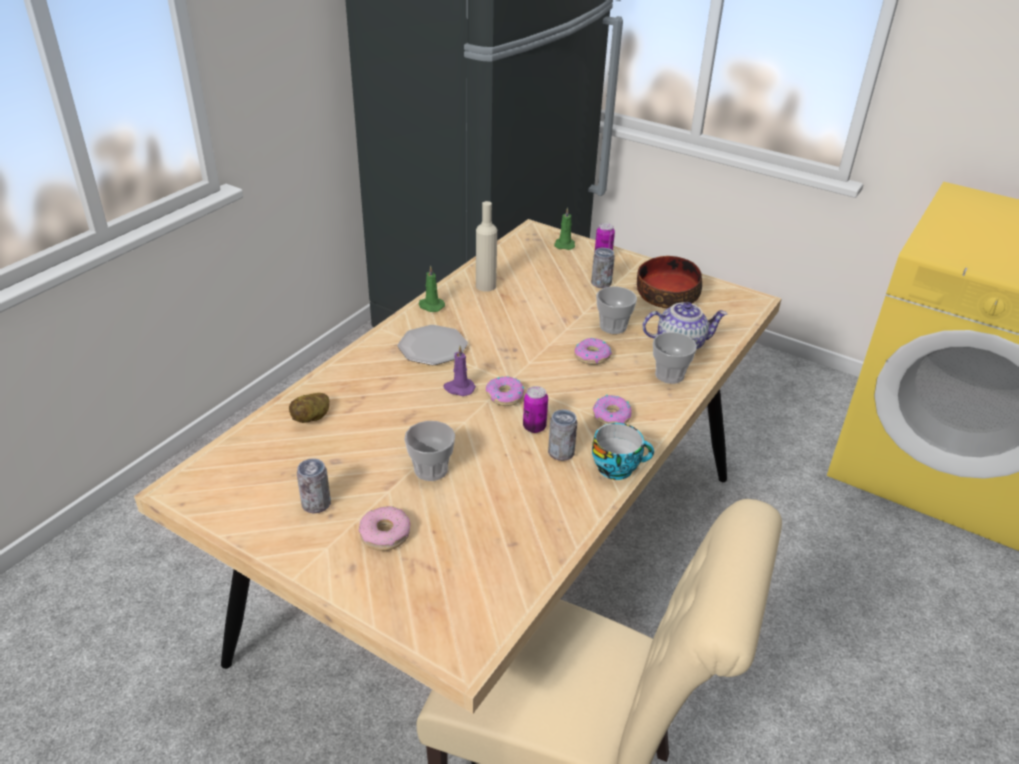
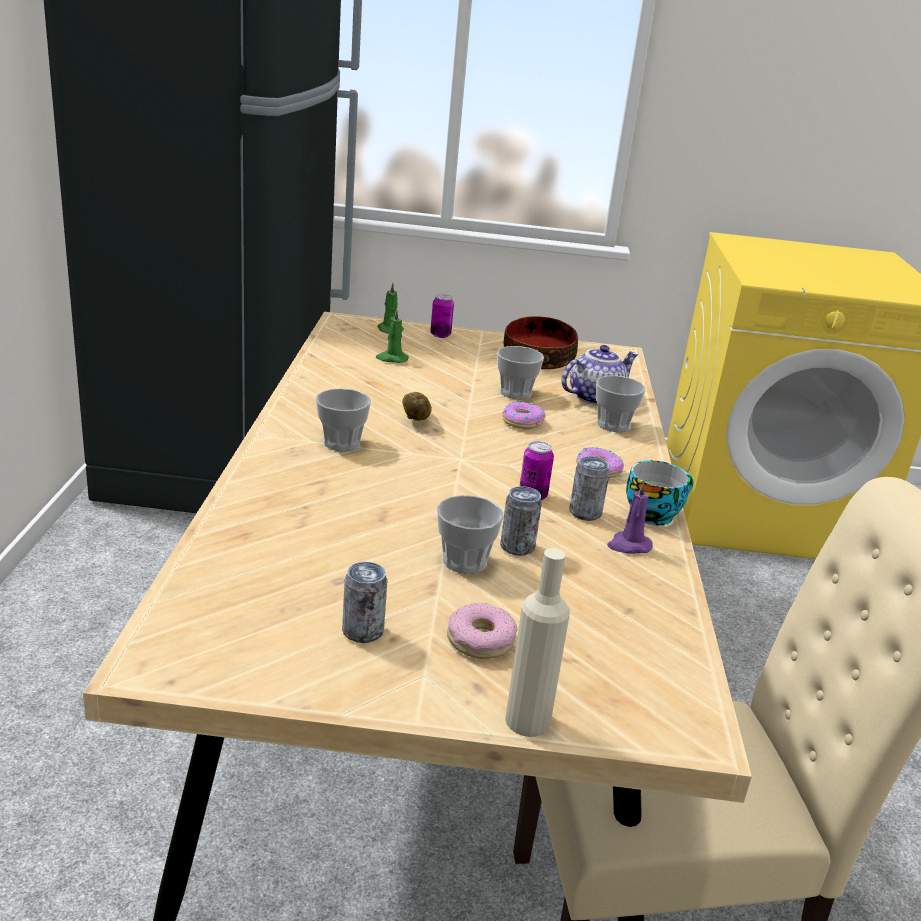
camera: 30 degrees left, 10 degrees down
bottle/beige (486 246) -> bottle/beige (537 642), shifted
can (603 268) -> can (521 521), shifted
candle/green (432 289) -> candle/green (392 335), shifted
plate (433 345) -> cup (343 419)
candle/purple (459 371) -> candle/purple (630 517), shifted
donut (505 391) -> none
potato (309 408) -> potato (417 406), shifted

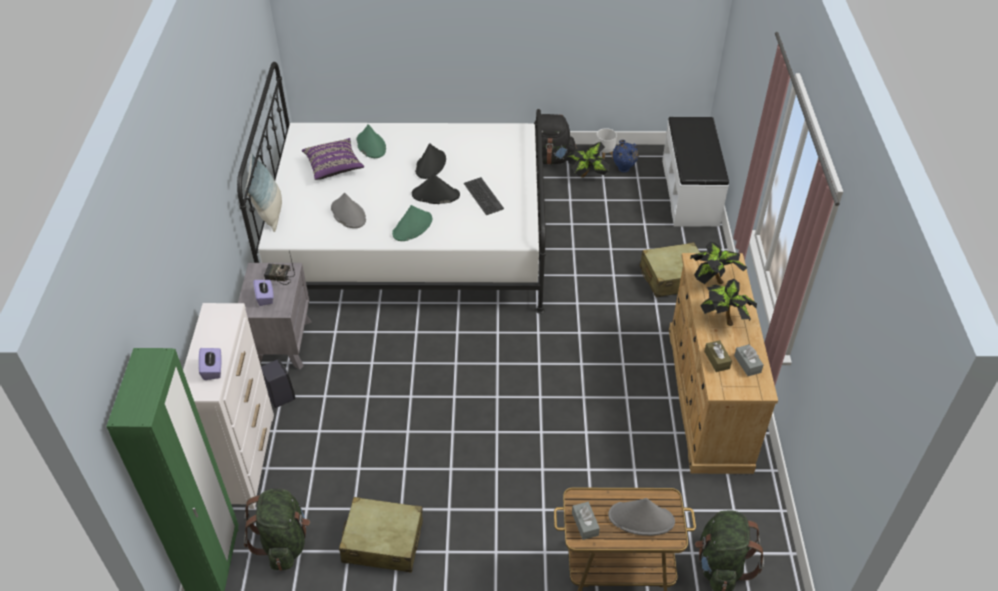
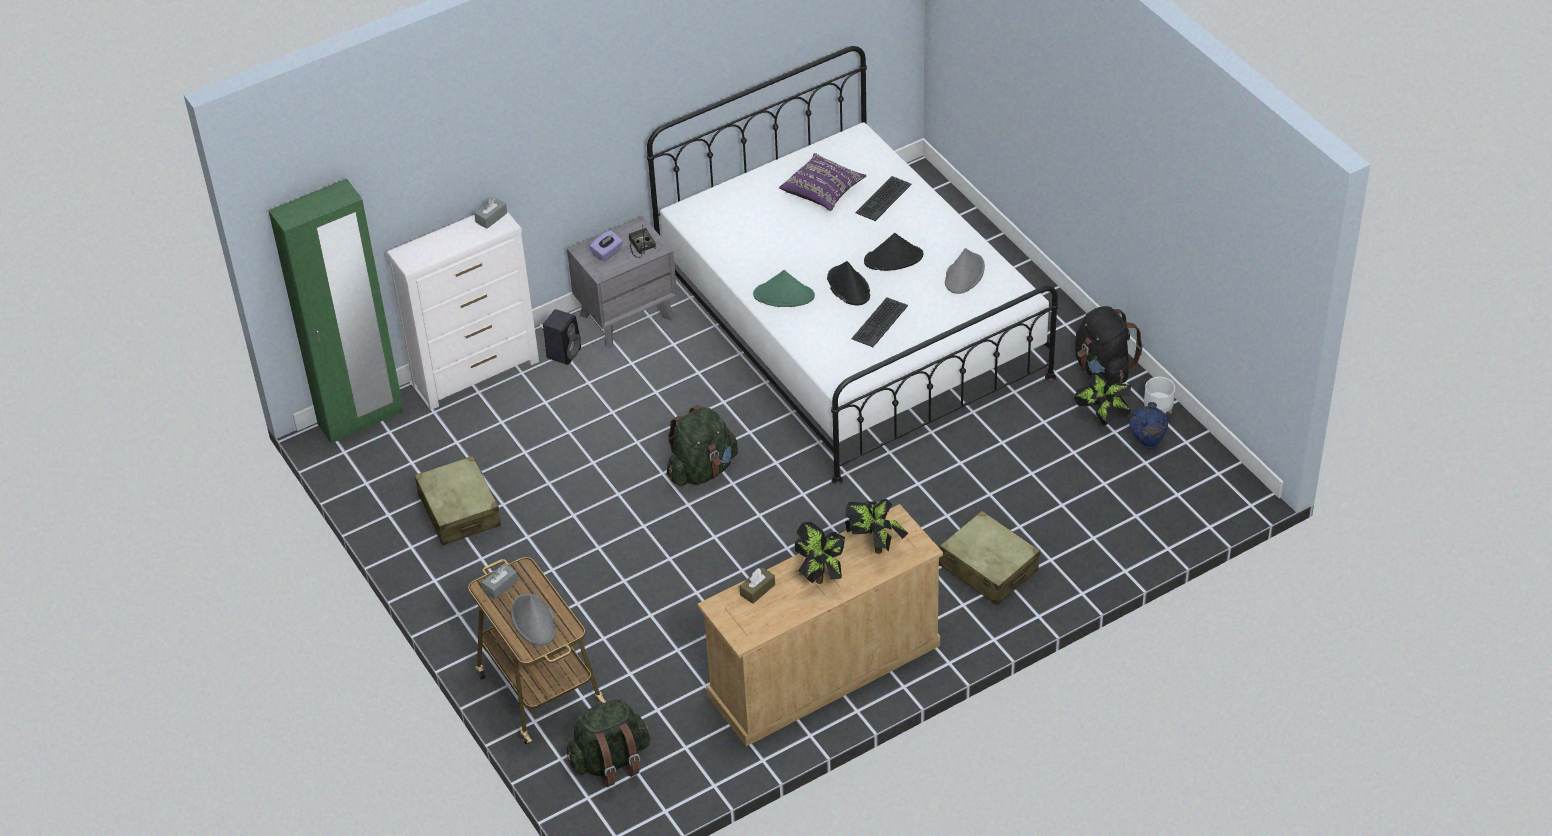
camera: 60 degrees right, 0 degrees up
bench/white (695 172) -> none
hat/green (371 141) -> keyboard (884 198)
pillow (263 193) -> none
hat/grey (348 210) -> hat/grey (965 271), shifted
tissue box/grey (749 360) -> tissue box/grey (490 213), shifted
tissue box/purple (209 364) -> none
backpack/green (277 530) -> backpack/green (702 445), shifted

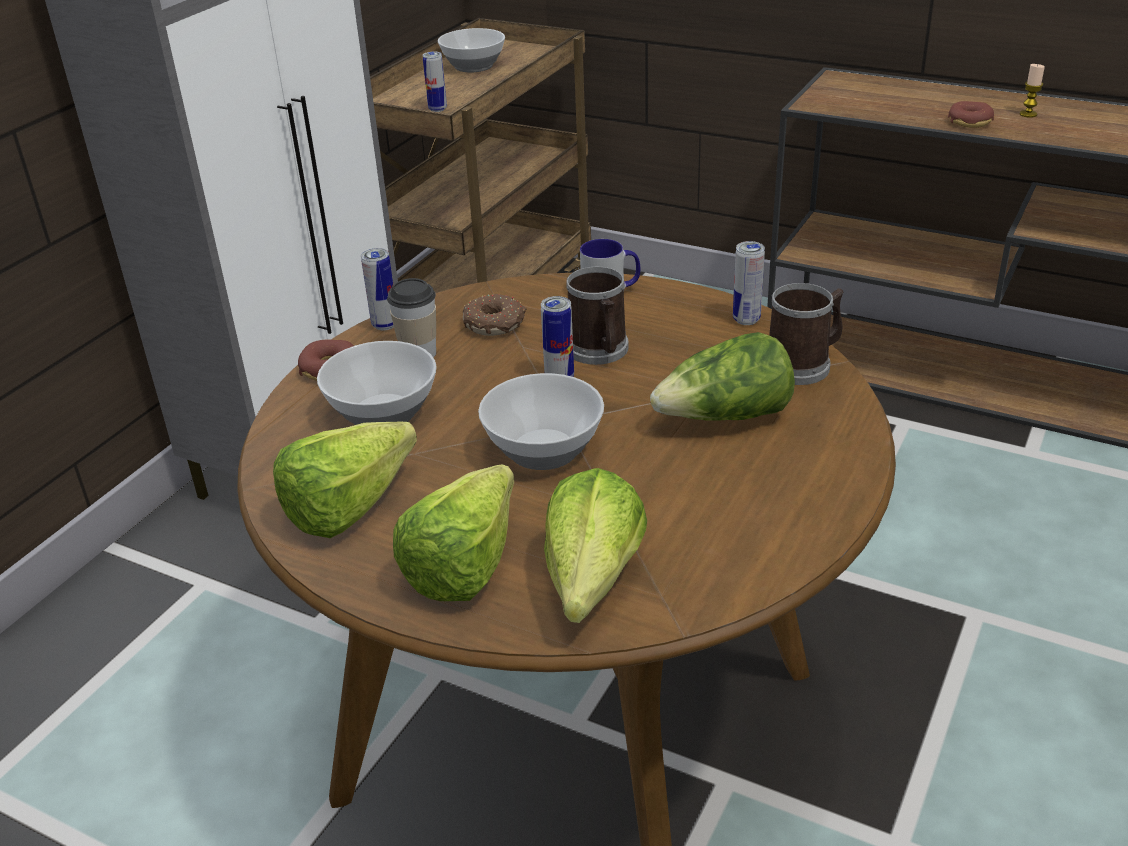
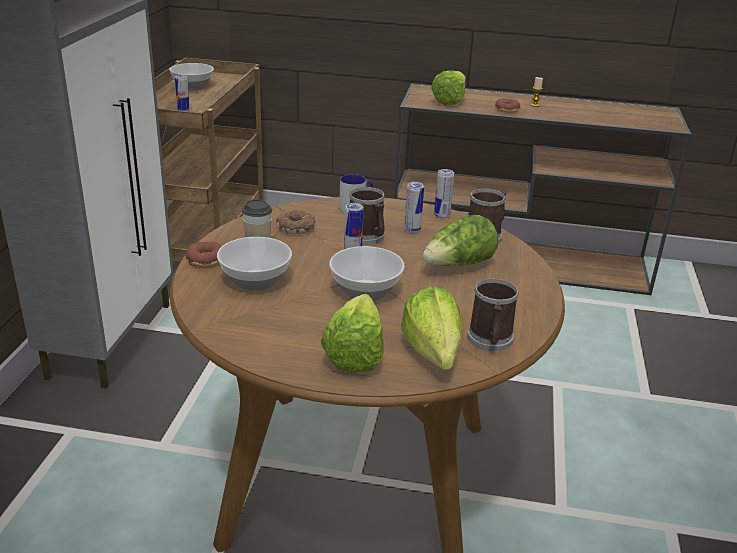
camera: 20 degrees left, 5 degrees down
can (377 289) -> can (414 207), shifted
lettuce (345 479) -> lettuce (448 88), shifted
none -> mug (493 315)

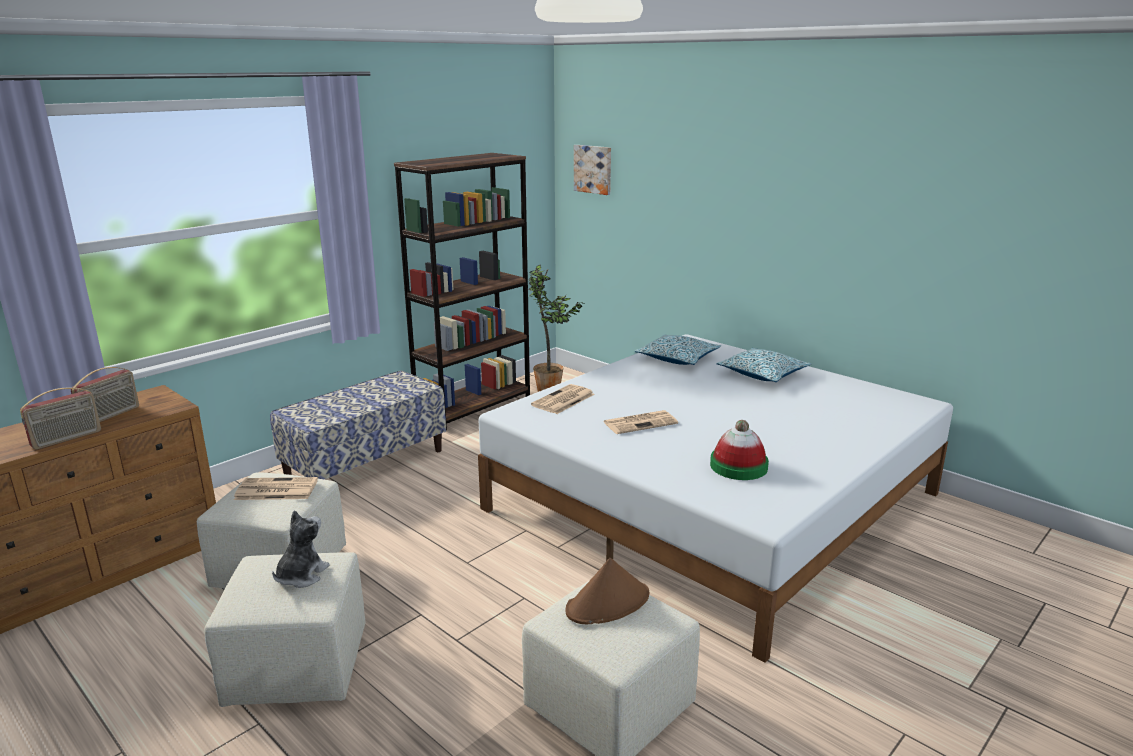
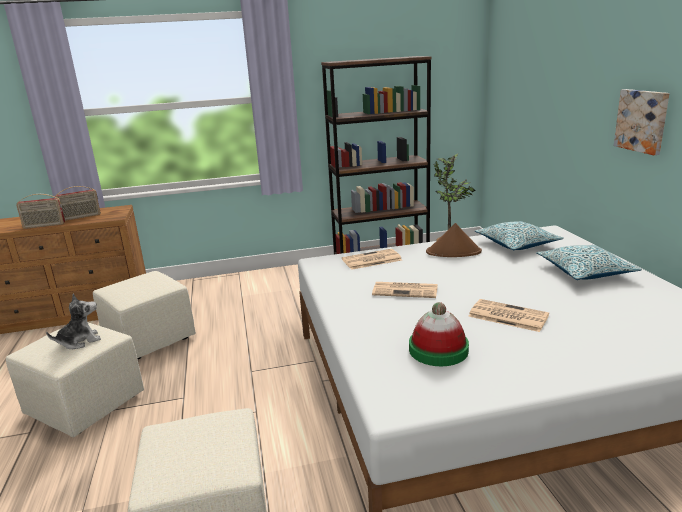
camera: 35 degrees right, 0 degrees up
picture (592 170) -> picture (642 122), shifted
bench (358 425) -> none
newspaper (276 488) -> newspaper (508 315), shifted
hat/brown (607 591) -> hat/brown (454 240), shifted

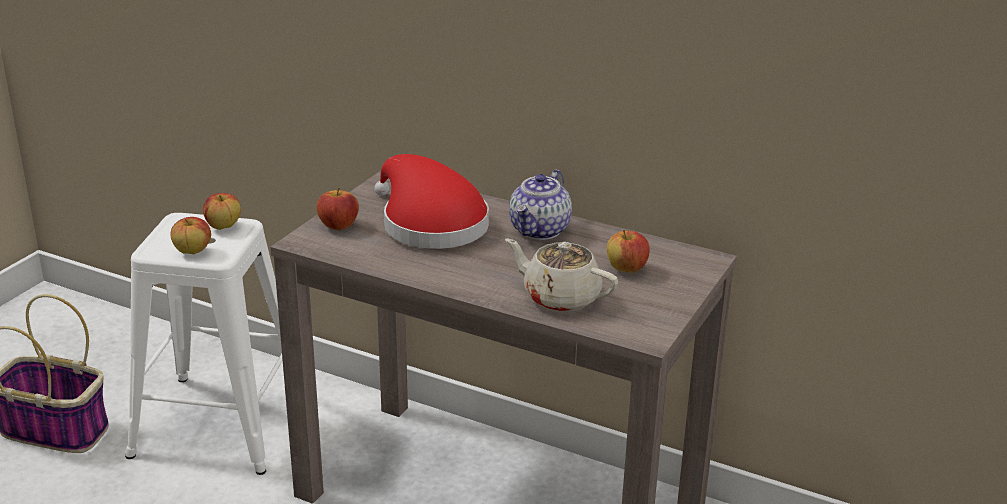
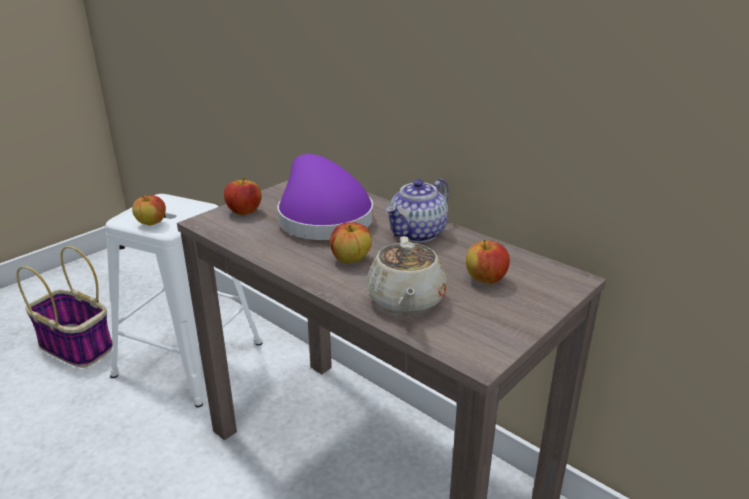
camera: 15 degrees right, 0 degrees up
hat/red (431 201) -> hat/purple (325 197)
apple (222 211) -> apple (351 242), shifted
teapot/beige (561 275) -> teapot/beige (406 275), 135 degrees counterclockwise

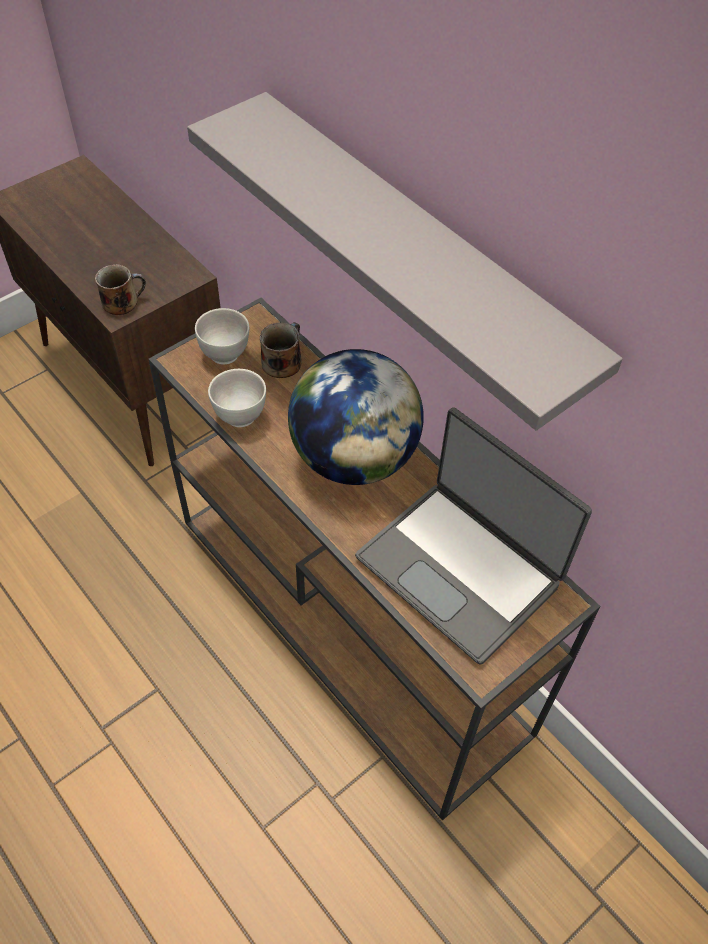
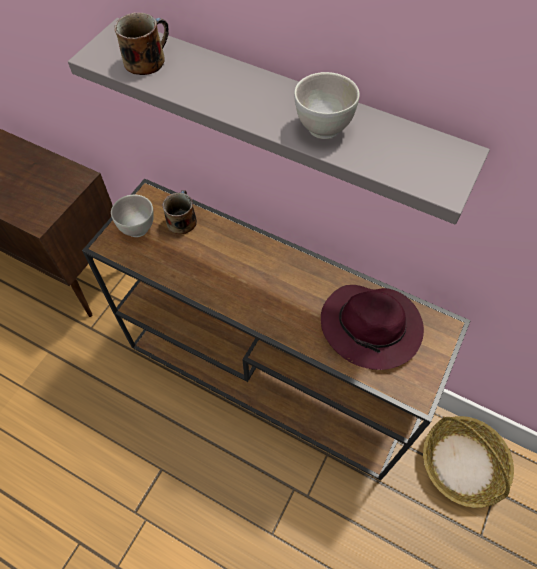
camera: 20 degrees left, 5 degrees up
mug (120 289) -> mug (141 44), shifted
globe (356 417) -> none
bowl/white (237 398) -> bowl/white (327 105), shifted
laptop (473 536) -> hat/purple (372 327)
none -> basket (468 462)

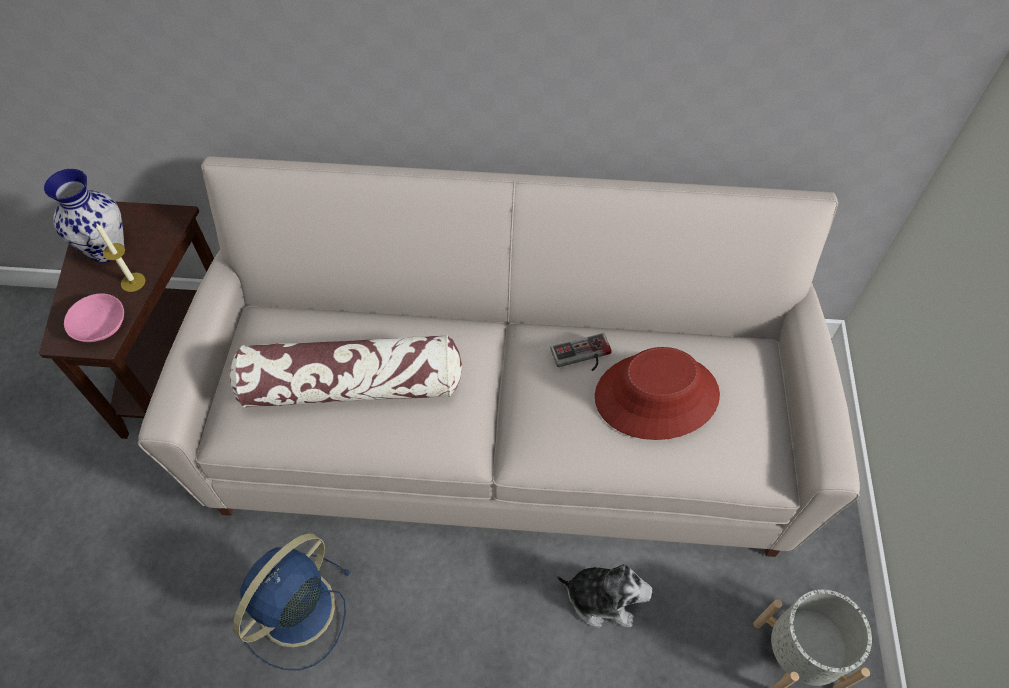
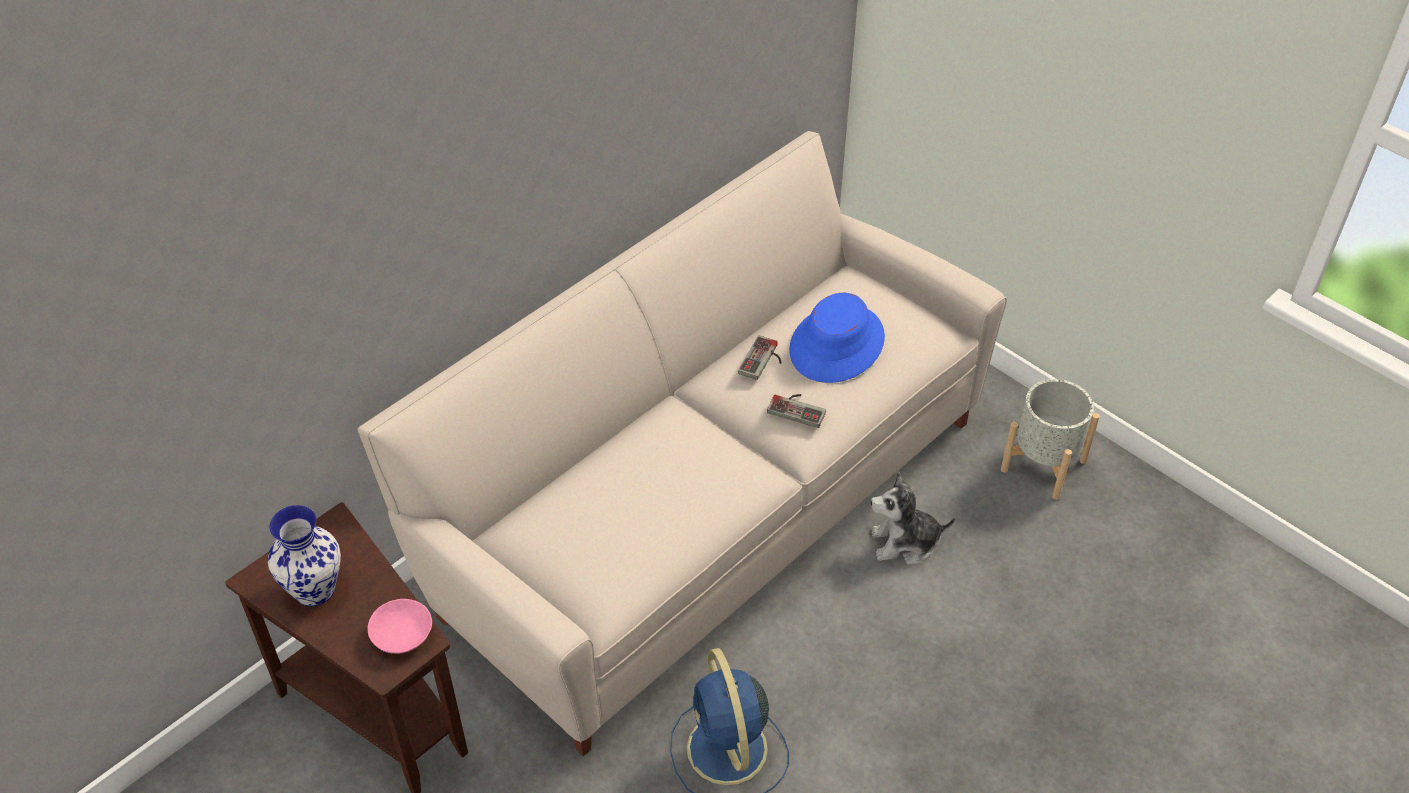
camera: 50 degrees left, 10 degrees down
candle (120 257) -> none
pillow (346 371) -> none
hat/red (657 393) -> hat/blue (837 338)
plush toy (605 596) -> plush toy (913 518), 150 degrees counterclockwise
none -> game controller (796 411)

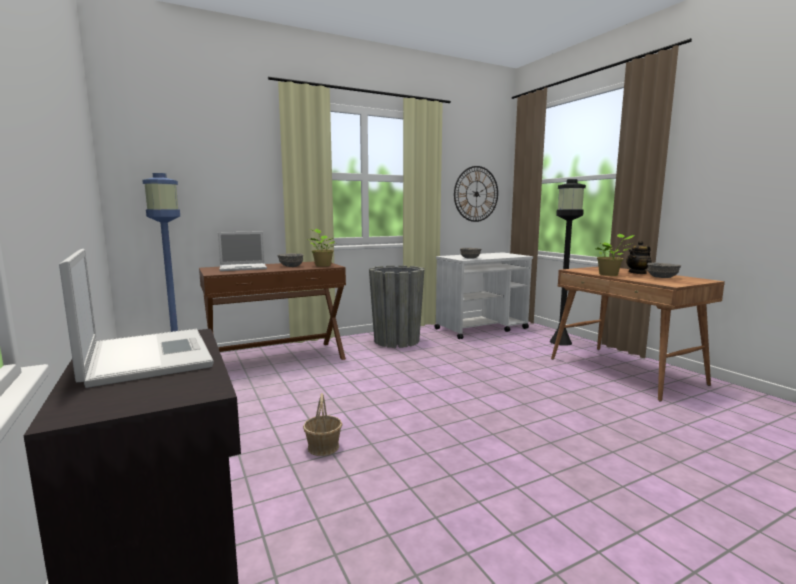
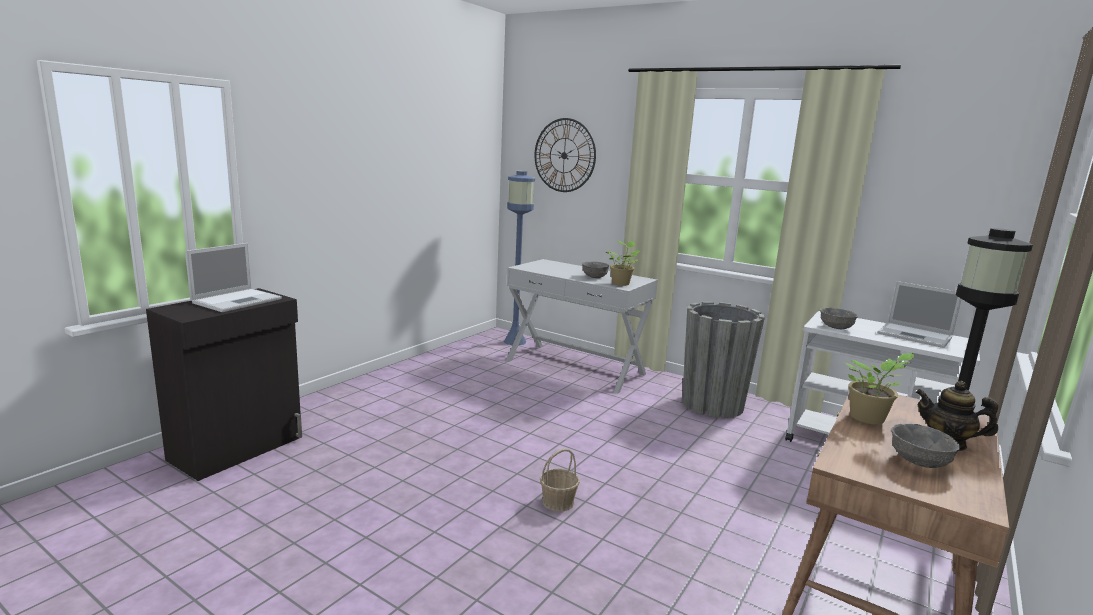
camera: 60 degrees right, 5 degrees up
wall clock (476 194) -> wall clock (565 155), shifted
laptop (242 251) -> laptop (919 314), shifted
console table/brown (272 310) -> console table/white (582 326)
basket (322 424) -> basket (560 480), shifted

